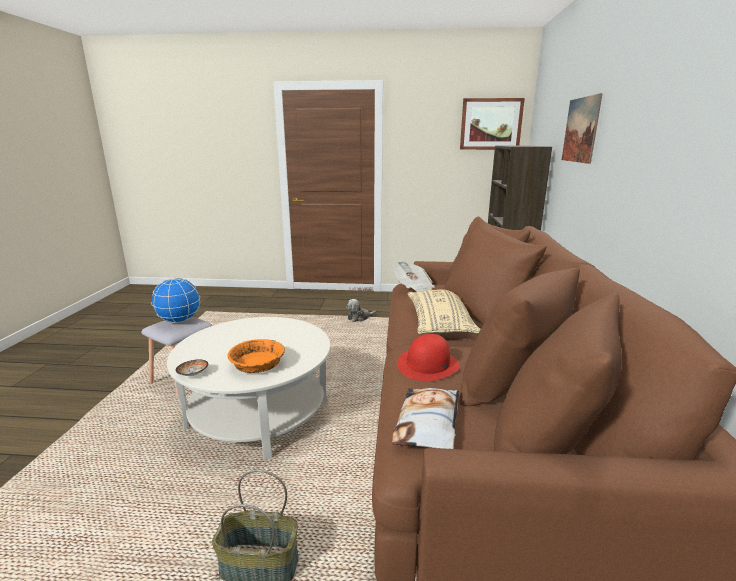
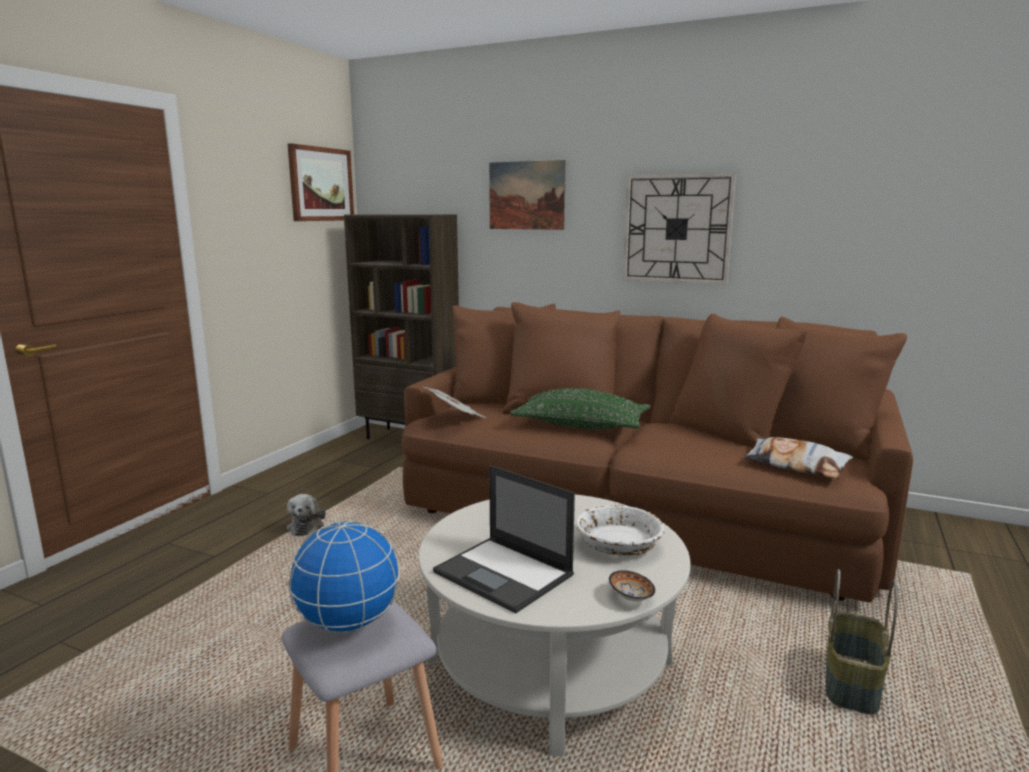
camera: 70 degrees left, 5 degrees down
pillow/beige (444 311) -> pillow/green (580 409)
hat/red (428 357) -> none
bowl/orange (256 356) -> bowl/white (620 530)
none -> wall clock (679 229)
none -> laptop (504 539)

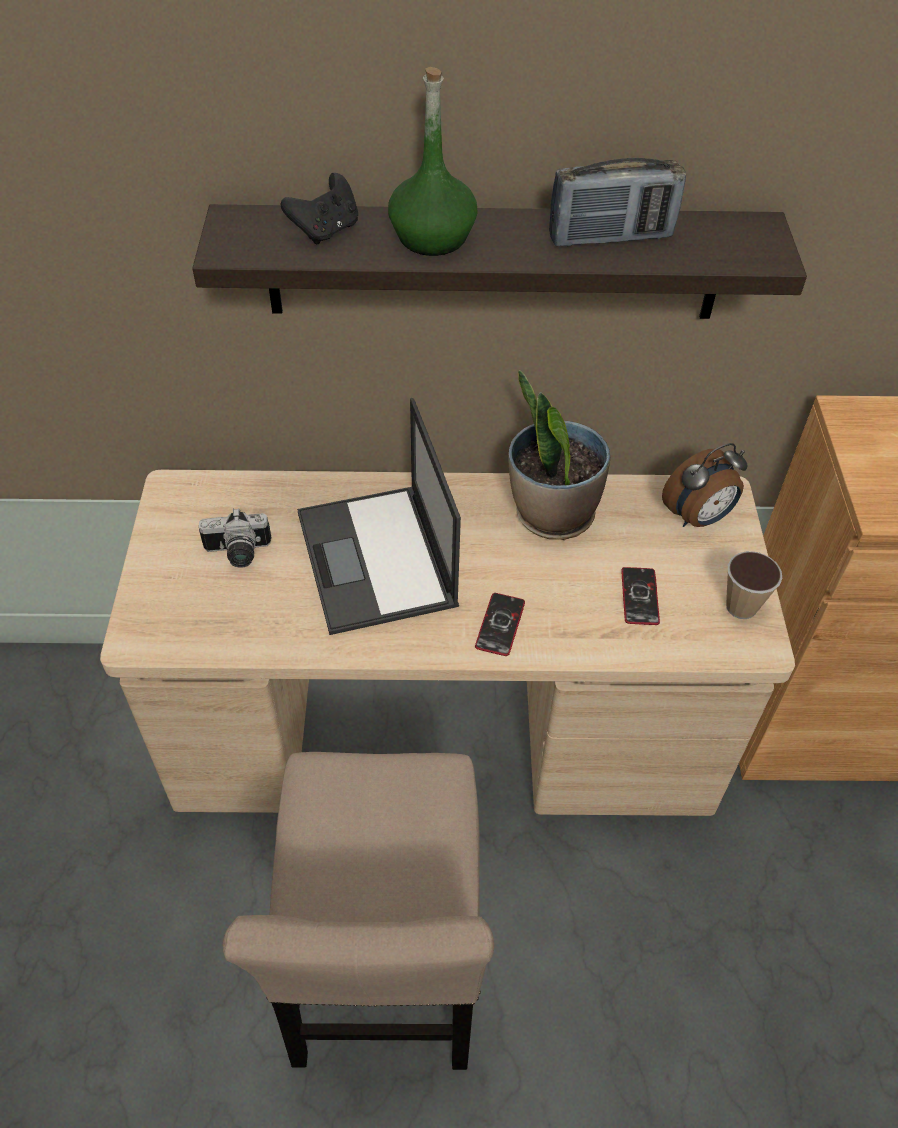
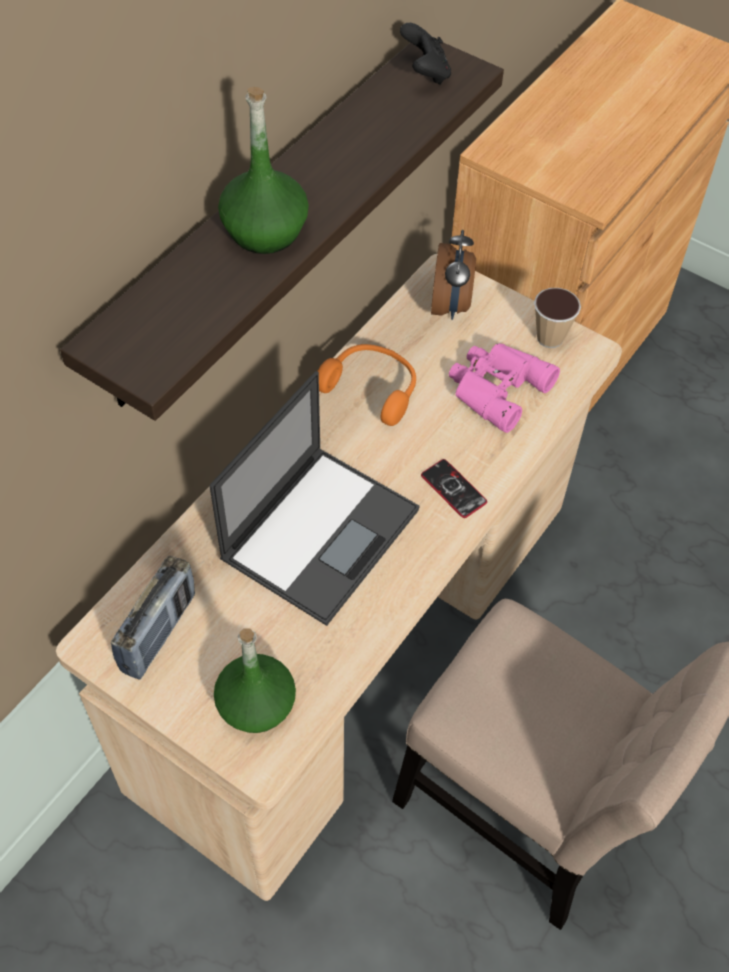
camera: 55 degrees left, 5 degrees up
radio (617 202) -> radio (153 618), shifted
game controller/black (319 209) -> game controller/black (425 54), shifted
potted plant (560 455) -> headphones/orange (367 385)
laptop (379 516) -> laptop (314 498), 75 degrees counterclockwise
photo camera (235 538) -> none
phone (640 596) -> binoculars/pink (504 388)
none -> bottle/green (255 680)

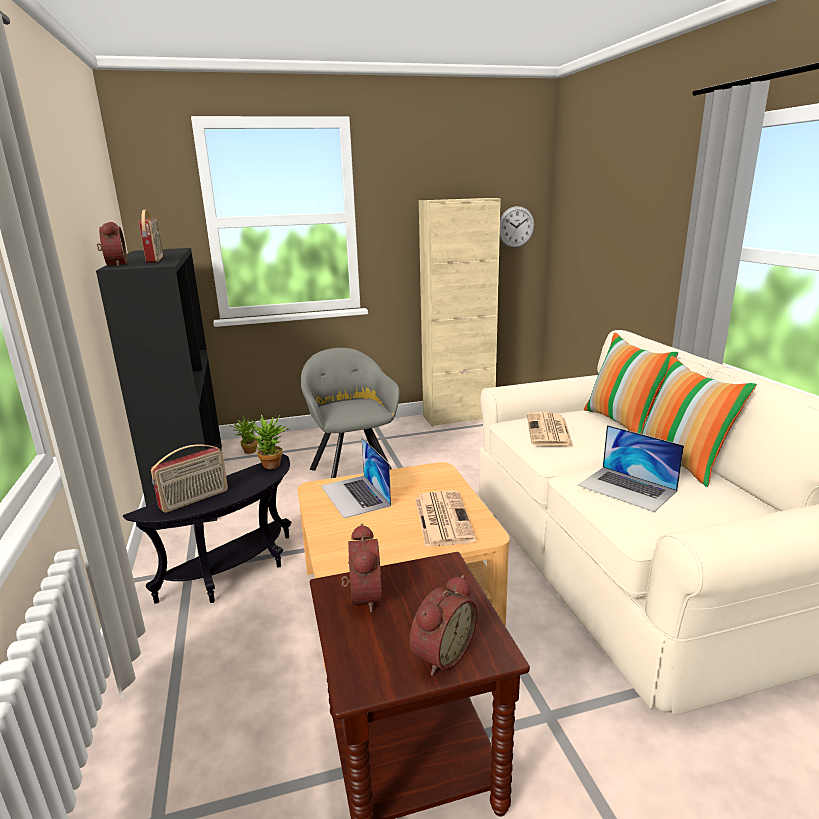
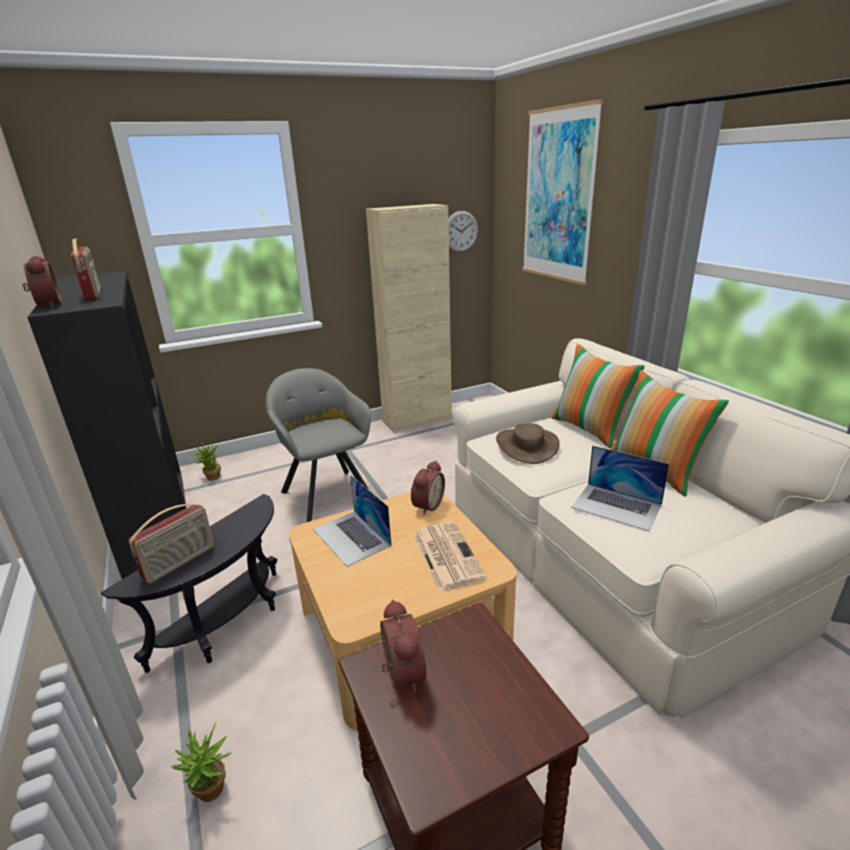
camera: 10 degrees left, 5 degrees up
newspaper (550 429) -> hat/brown (528 443)
potted plant (269 441) -> potted plant (201 762), shifted
alarm clock (443 625) -> alarm clock (428 488), shifted
none -> picture (563 192)

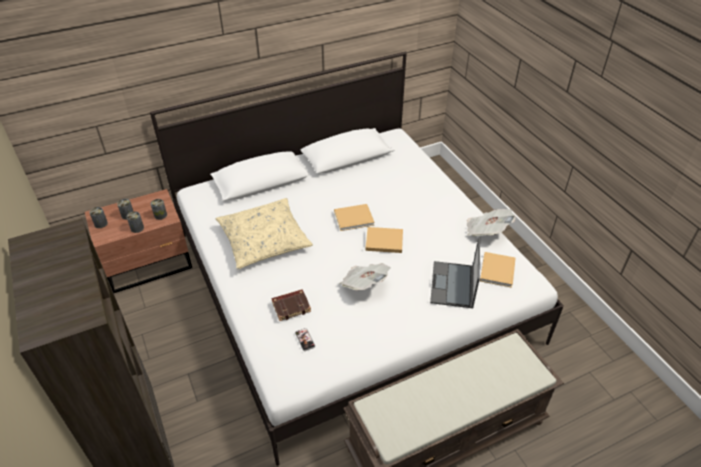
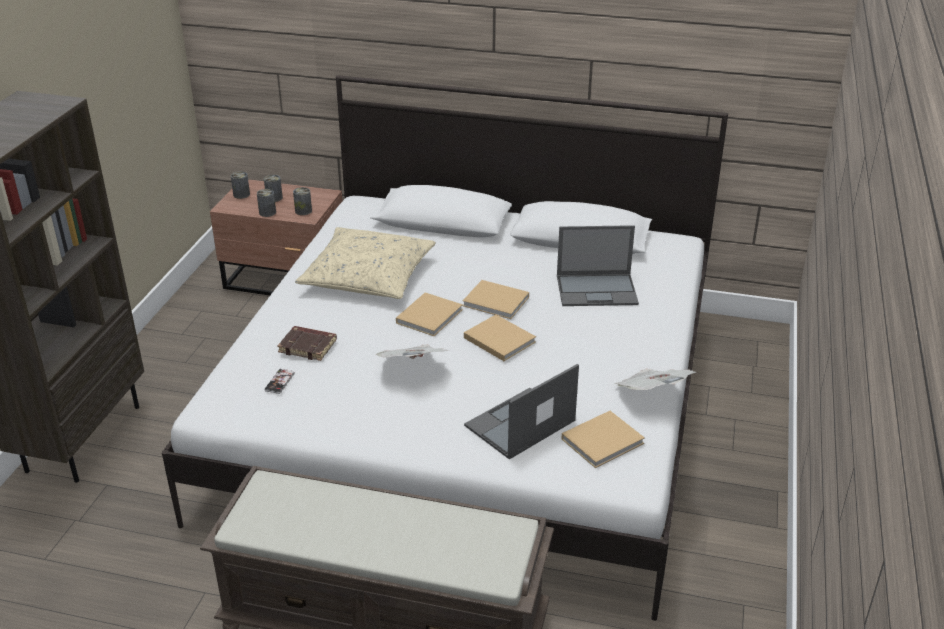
camera: 40 degrees right, 10 degrees down
none -> laptop (598 265)
none -> book/beige (429 314)

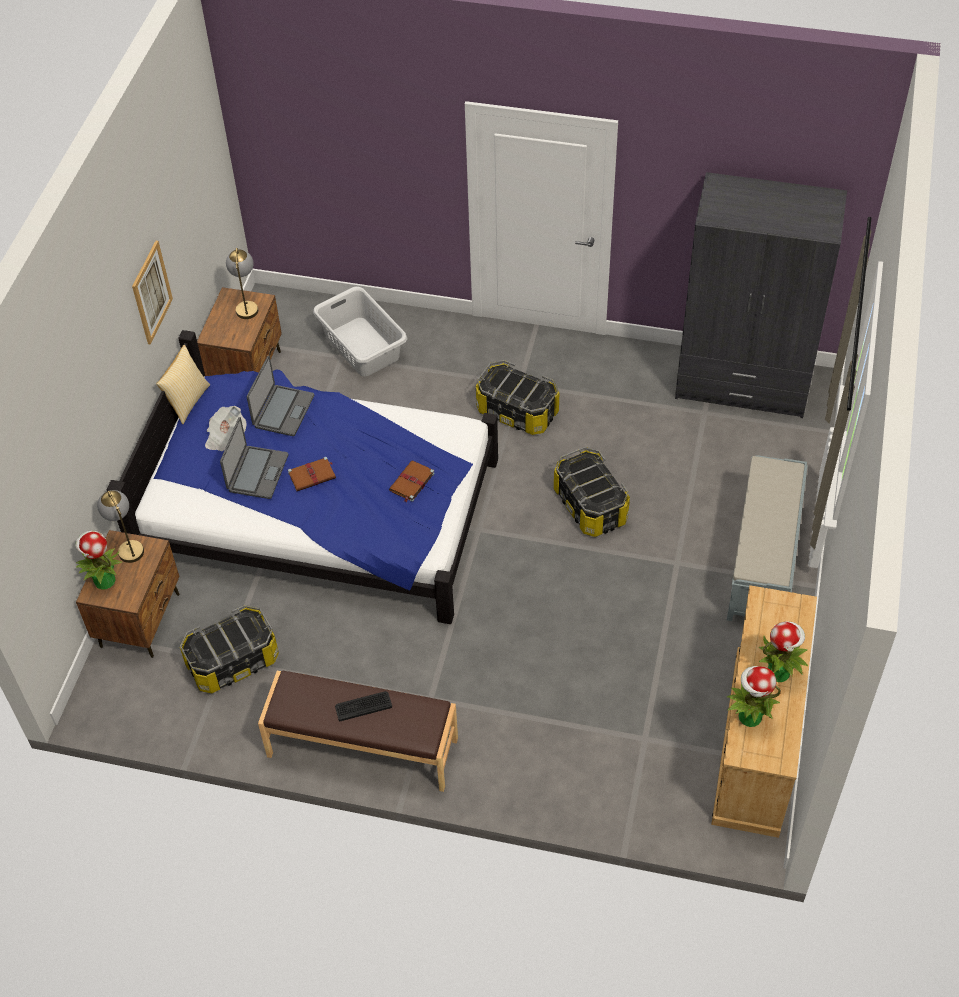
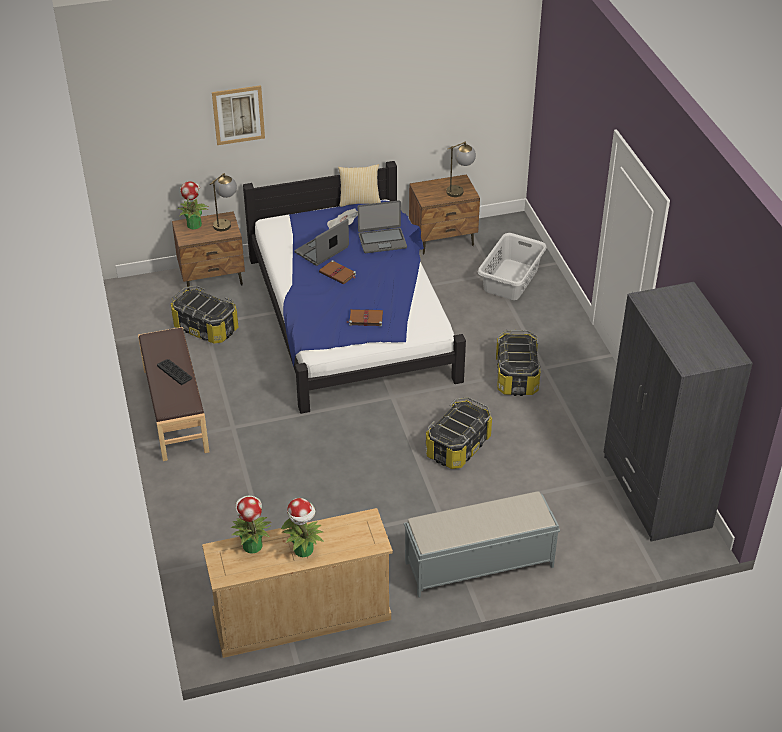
camera: 60 degrees right, 10 degrees down
picture (152 293) -> picture (238 115), shifted
laptop (254 458) -> laptop (322 242), 150 degrees clockwise

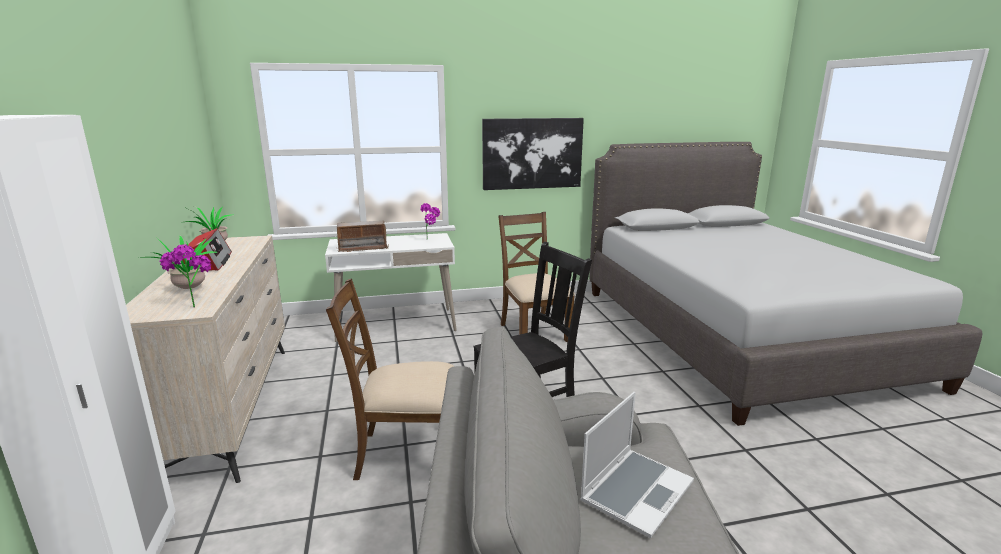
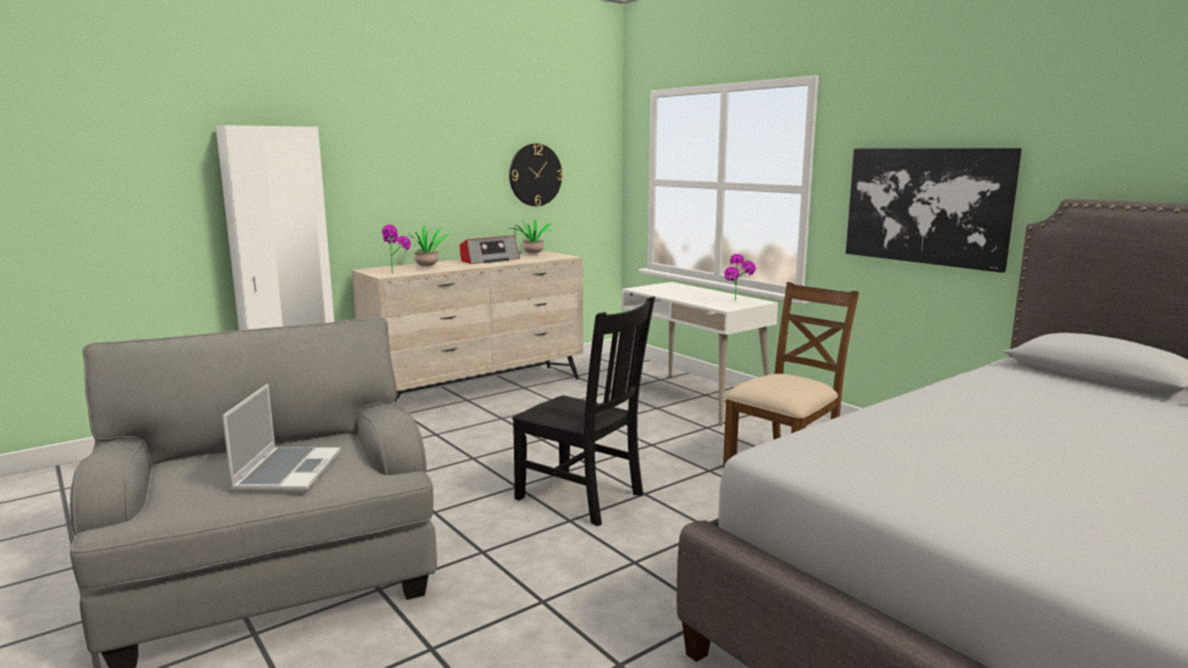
camera: 65 degrees right, 5 degrees down
radio (362 236) -> none
chair/brown (390 379) -> none
laptop (637 465) -> laptop (281 438), 105 degrees counterclockwise
none -> wall clock (536 175)

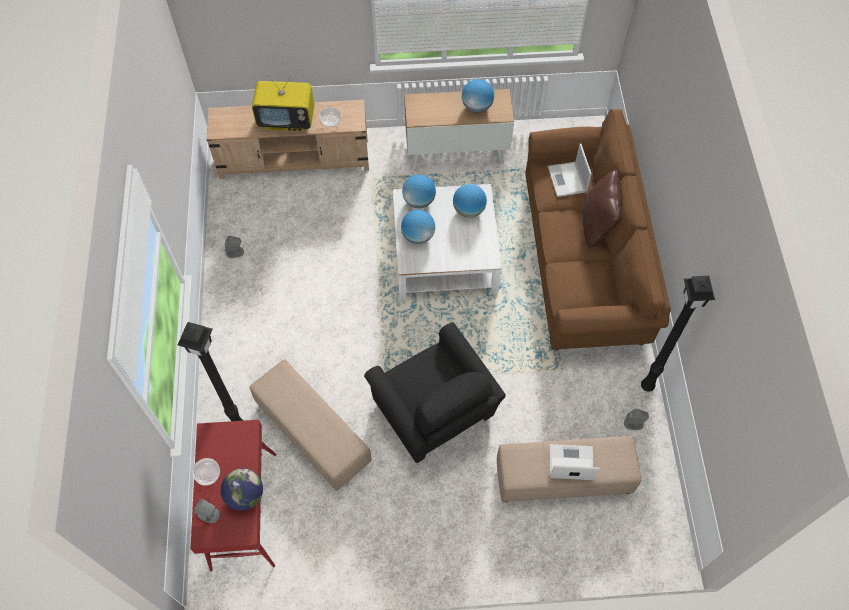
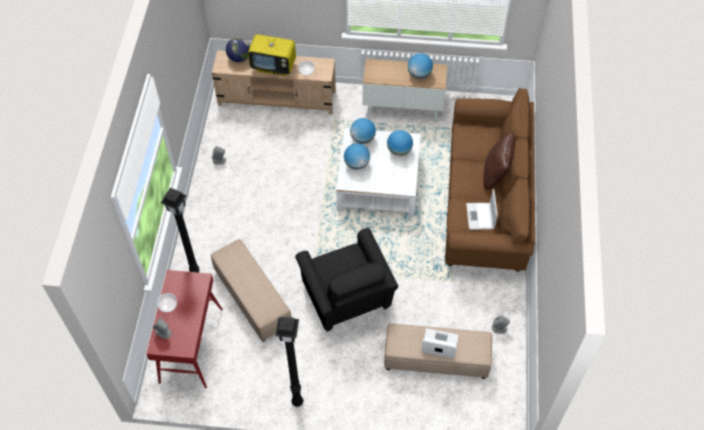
camera: 10 degrees right, 5 degrees down
laptop (570 170) -> laptop (482 209), shifted
floor lamp/black (678 333) -> floor lamp/black (289 362), shifted
globe (242 489) -> globe (238 49), shifted

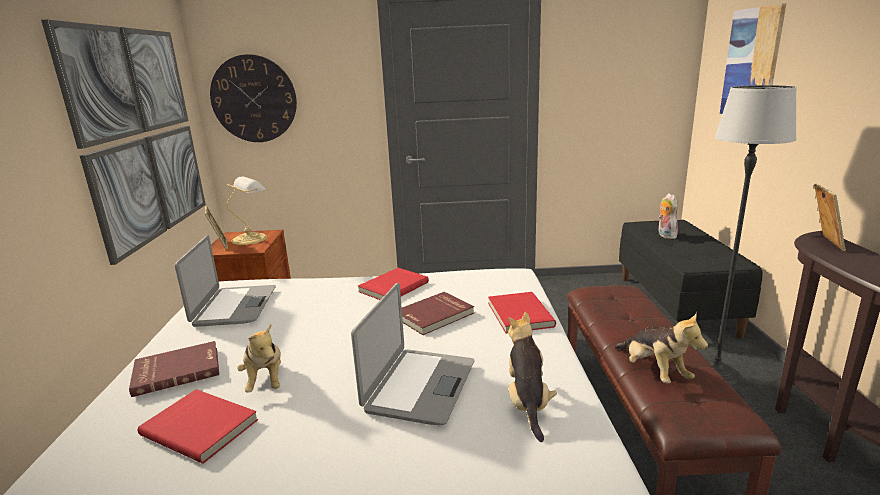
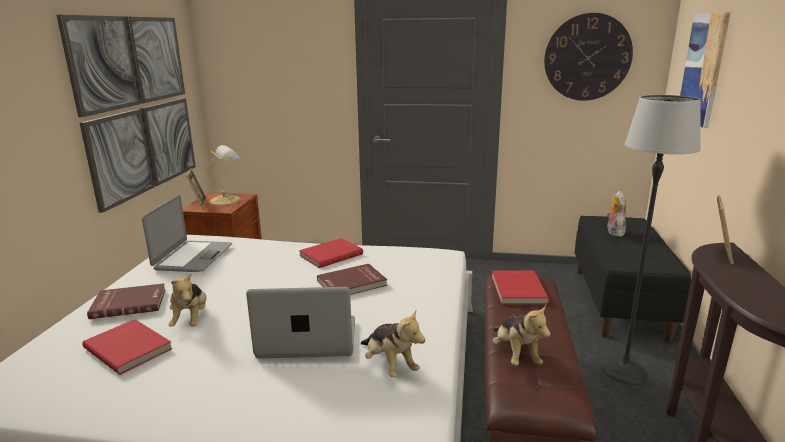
camera: 10 degrees right, 0 degrees up
wall clock (253 98) -> wall clock (588 57), shifted
laptop (412 354) -> laptop (300 323), 120 degrees counterclockwise
book/red (522 312) -> book/red (521 287), shifted
plush toy (532 377) -> plush toy (393 344), 135 degrees clockwise

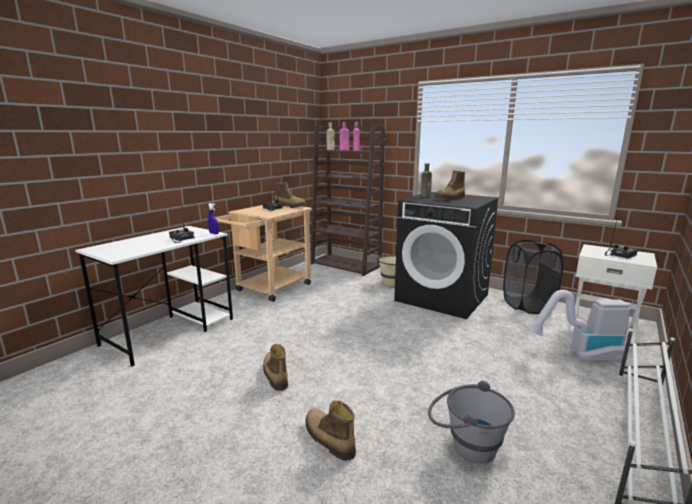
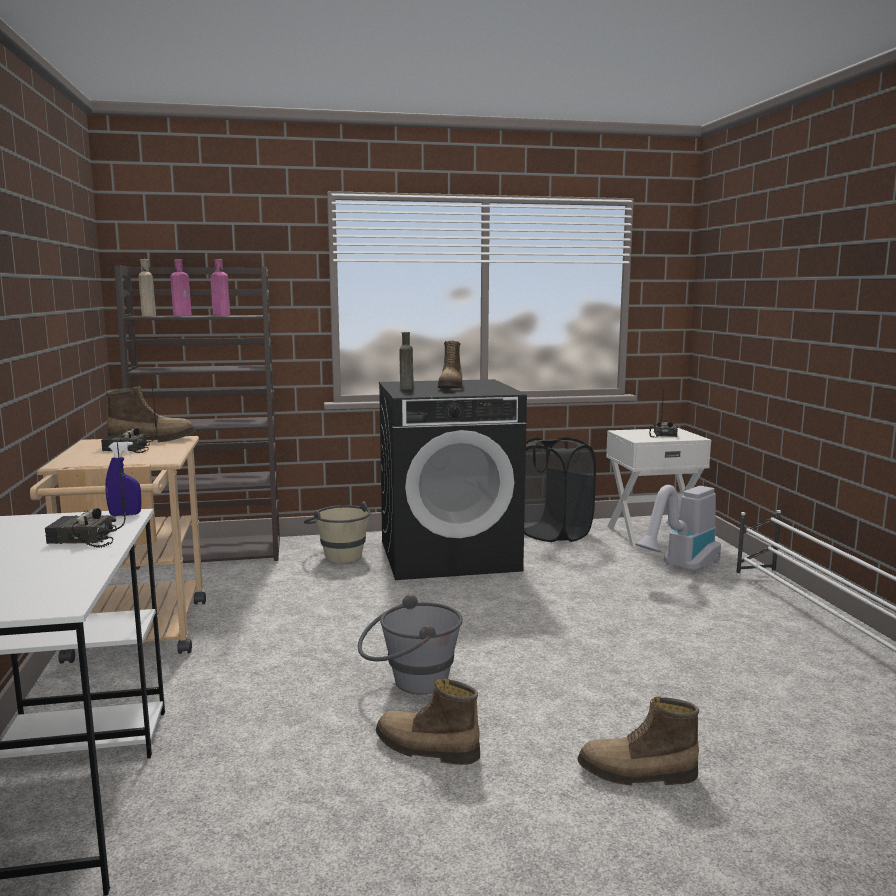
camera: 45 degrees left, 5 degrees down
bucket/grey (471 422) -> bucket/grey (410 644), shifted

